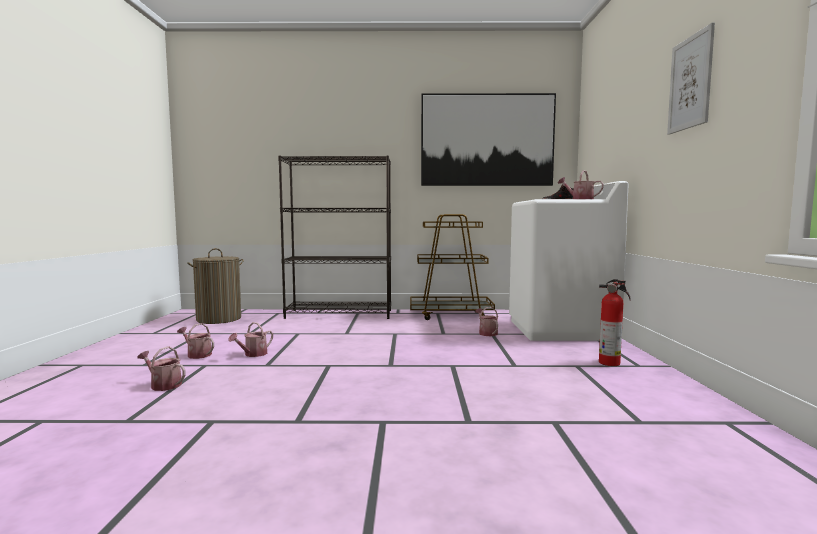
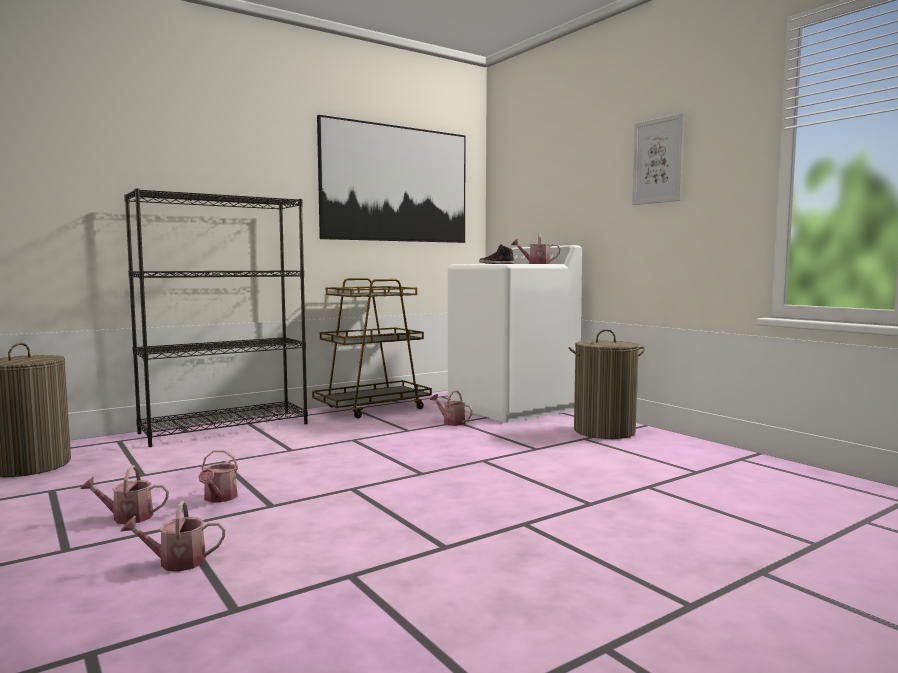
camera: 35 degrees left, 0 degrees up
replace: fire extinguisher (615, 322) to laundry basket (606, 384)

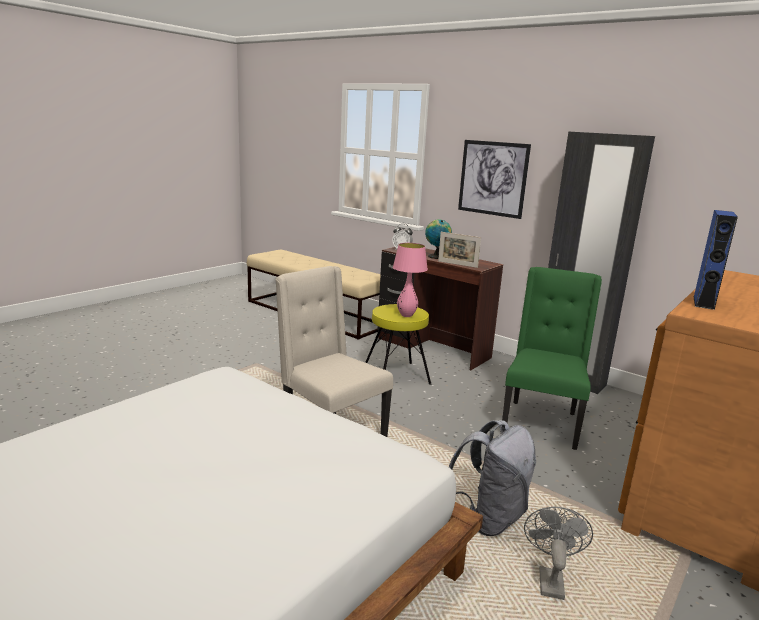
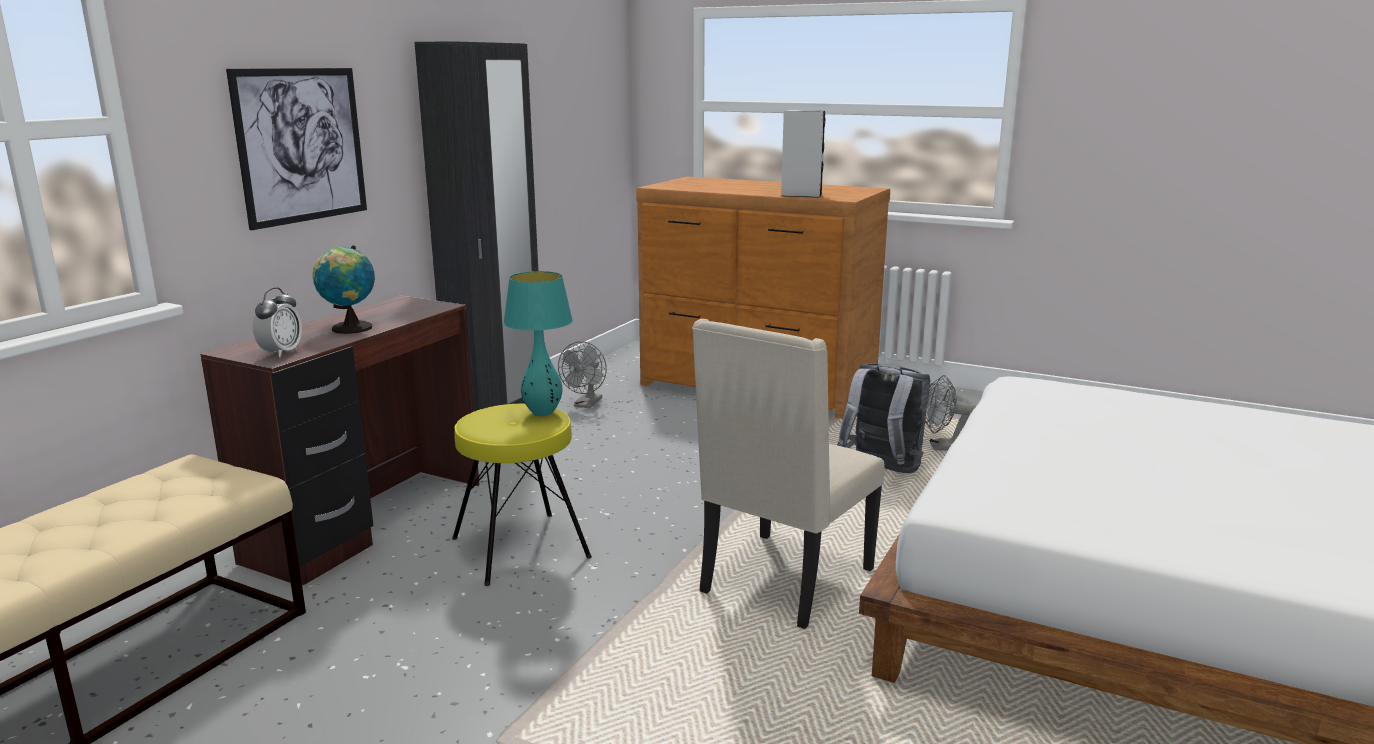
camera: 100 degrees left, 0 degrees up
delete: picture frame (459, 250); chair/green (552, 358)
insert: fan/grey (582, 374)
recolor: table lamp/pink (410, 280) to table lamp/turquoise (538, 343); speaker/blue (715, 260) to speaker/grey (803, 154)

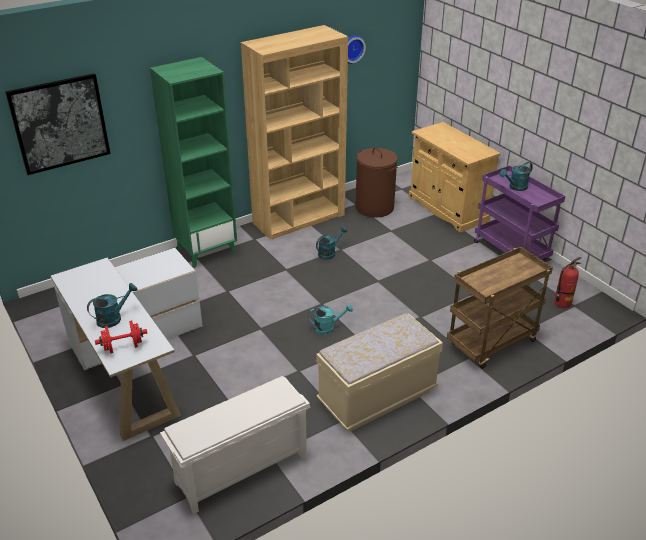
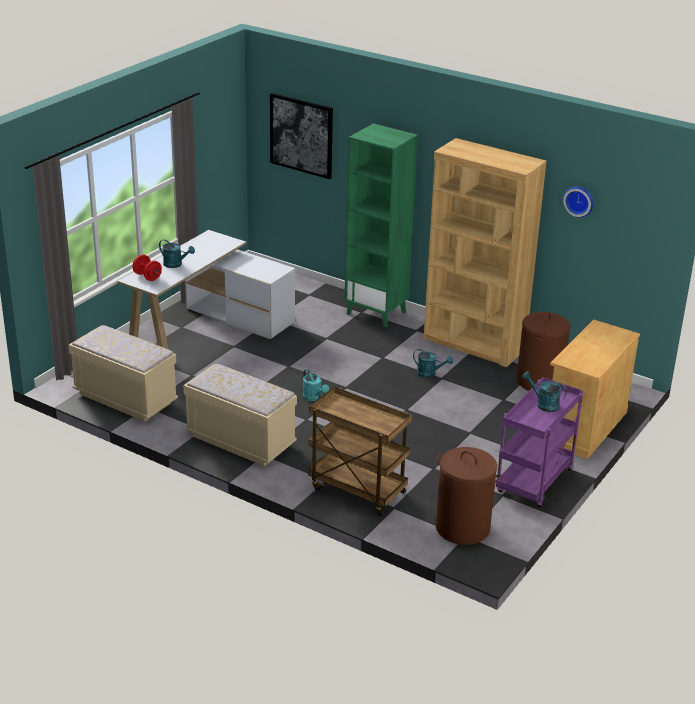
camera: 65 degrees right, 5 degrees down
replace: shoe rack/white (235, 445) to bench/beige (123, 373); fire extinguisher (567, 282) to laundry basket/brown (468, 496)

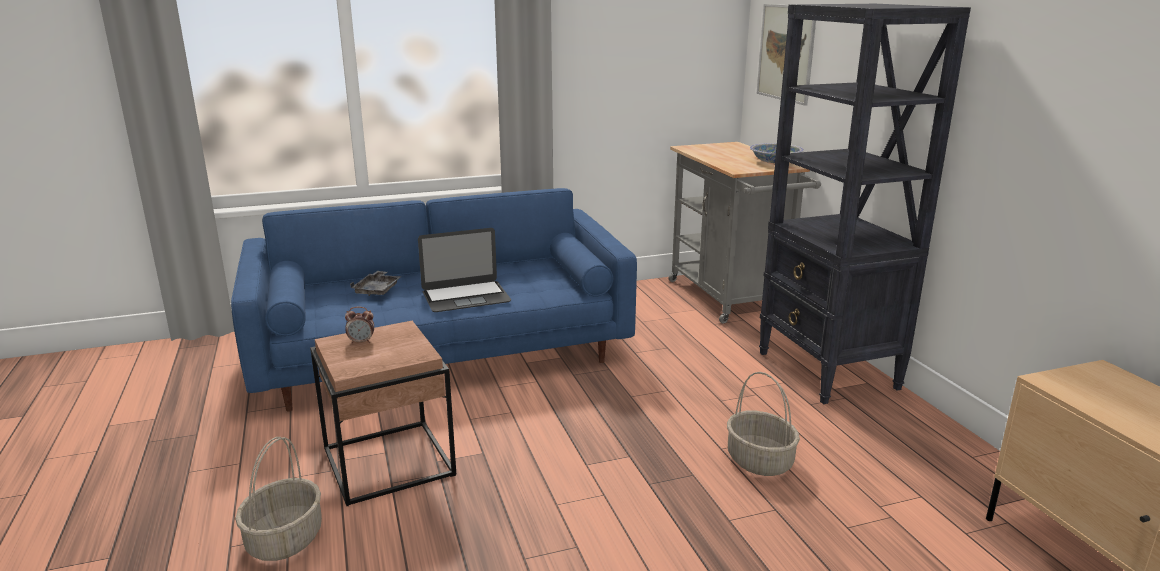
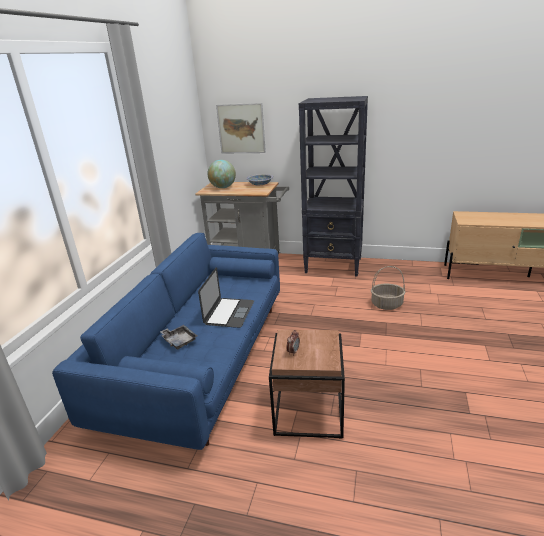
camera: 55 degrees left, 5 degrees up
delete: basket (278, 499)
insert: globe (222, 174)

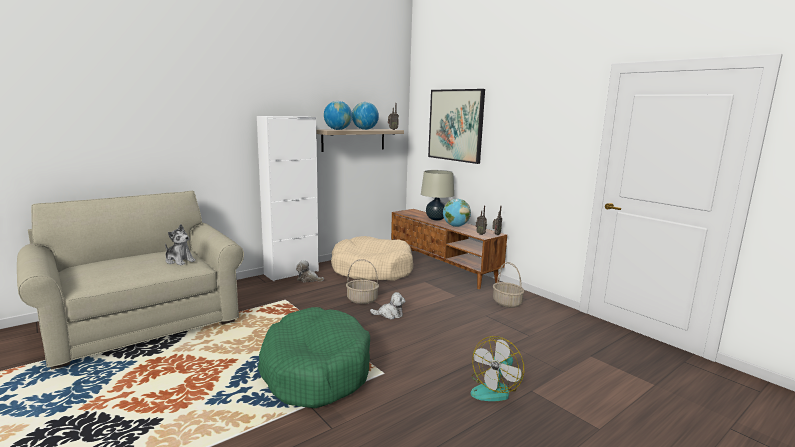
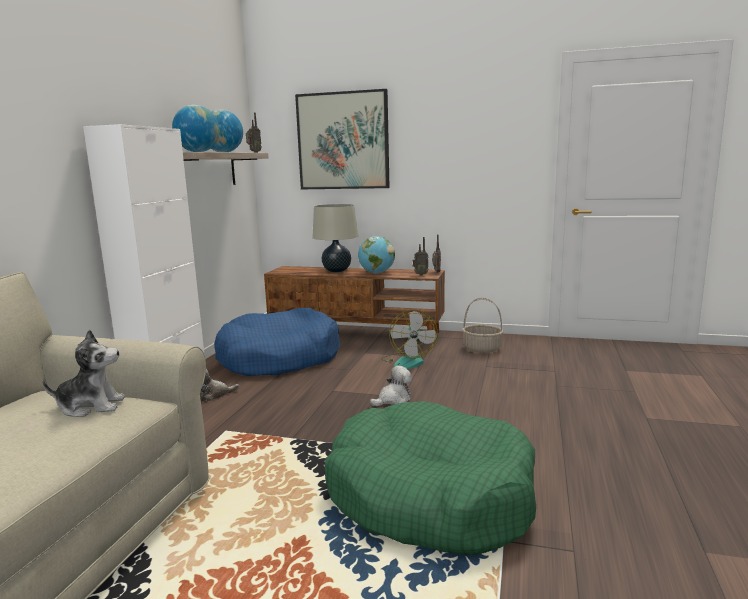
camera: 35 degrees left, 0 degrees up
delete: basket (362, 281)
move: fan (497, 368) to (409, 339)
recolor: dog bed/beige (372, 258) to dog bed/blue (277, 342)

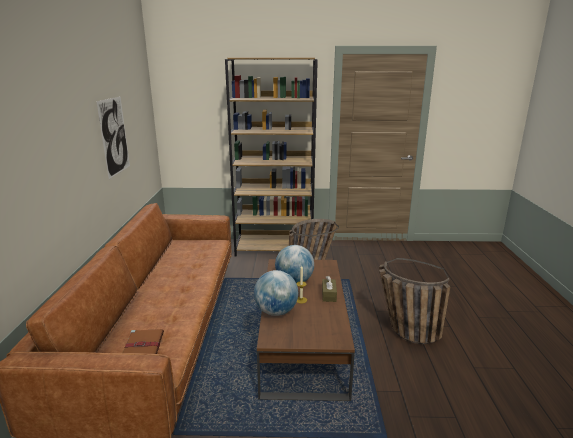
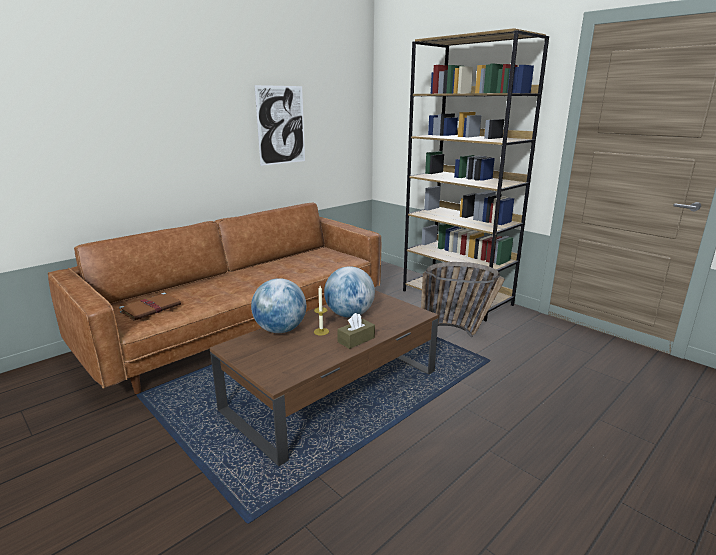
camera: 45 degrees right, 0 degrees up
delete: basket (415, 301)

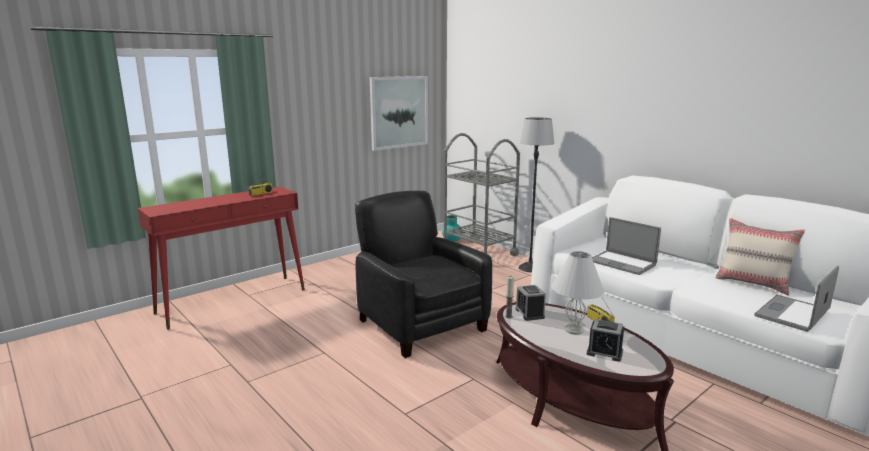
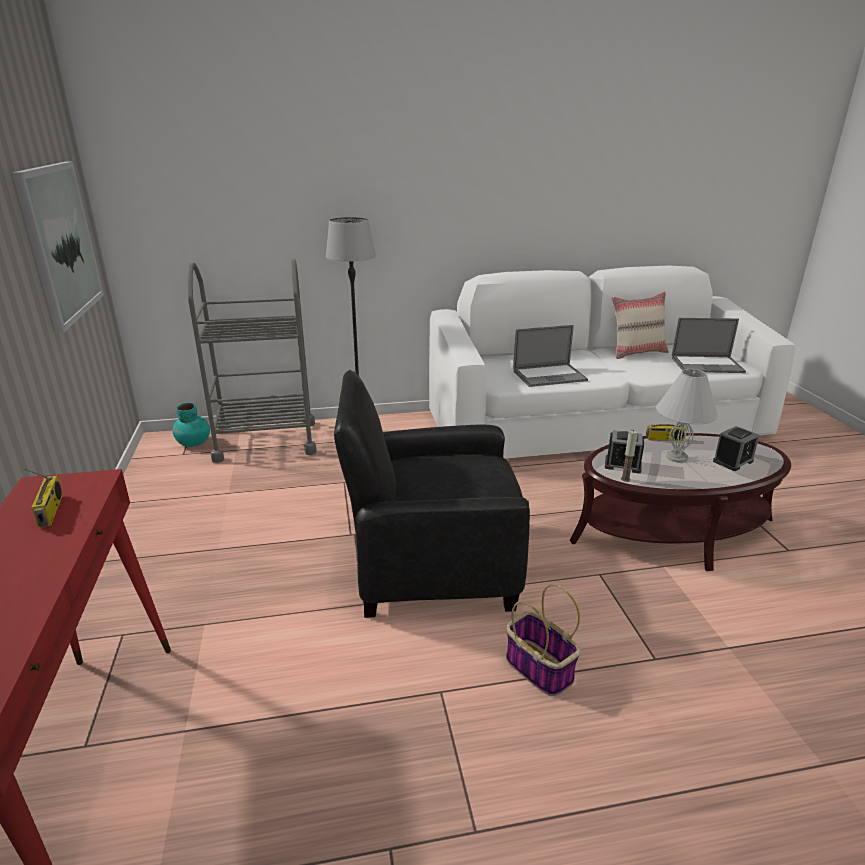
camera: 60 degrees left, 10 degrees up
insert: basket (543, 640)
rotate: laptop (796, 299) = (709, 345) 75 degrees counterclockwise

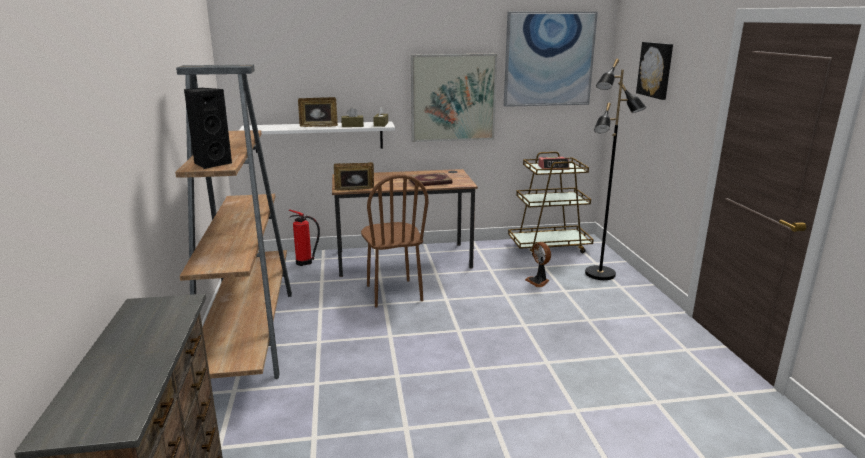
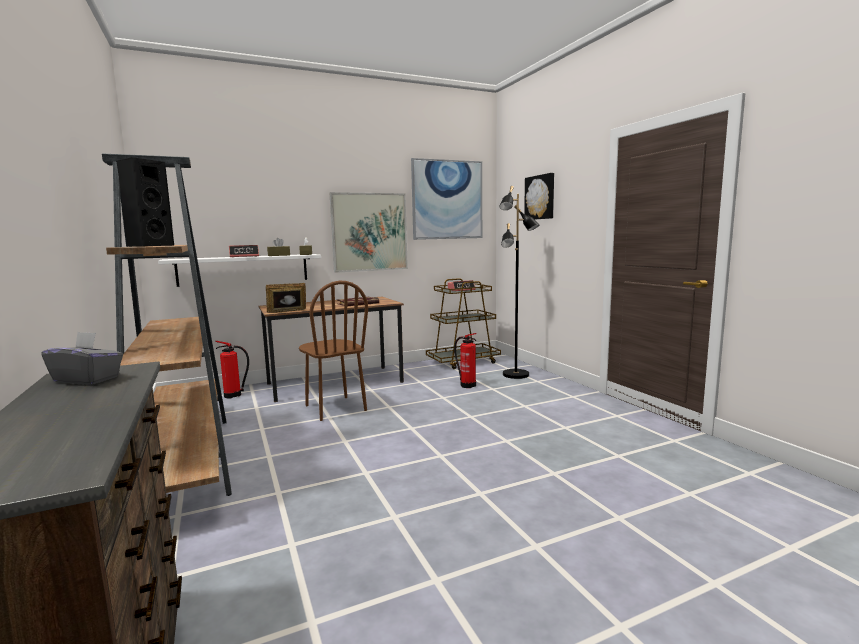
camera: 15 degrees left, 10 degrees down
insert: tissue box/grey (82, 358)
replace: picture frame (318, 112) to alarm clock (244, 251); fan (538, 264) to fire extinguisher (465, 360)

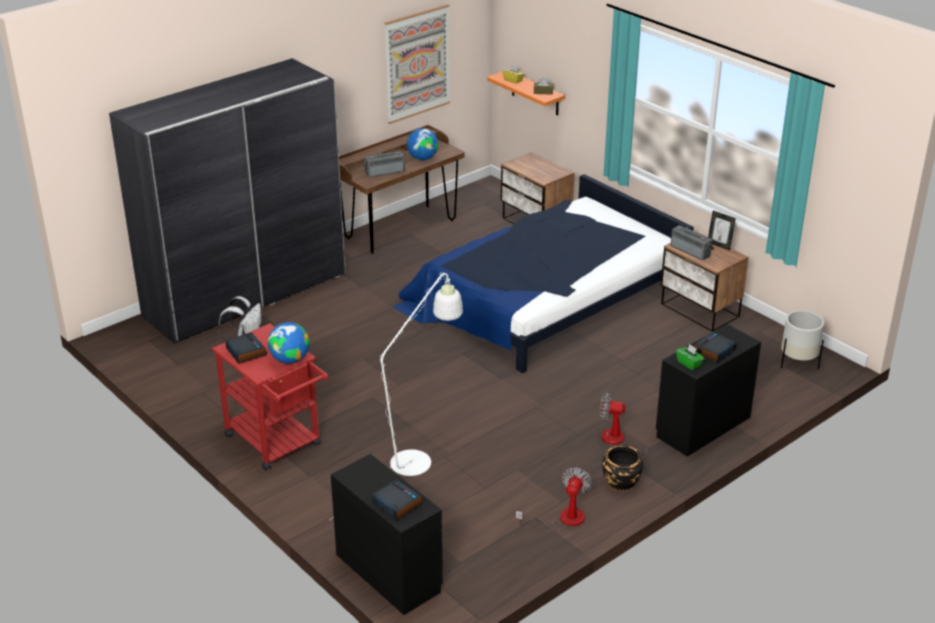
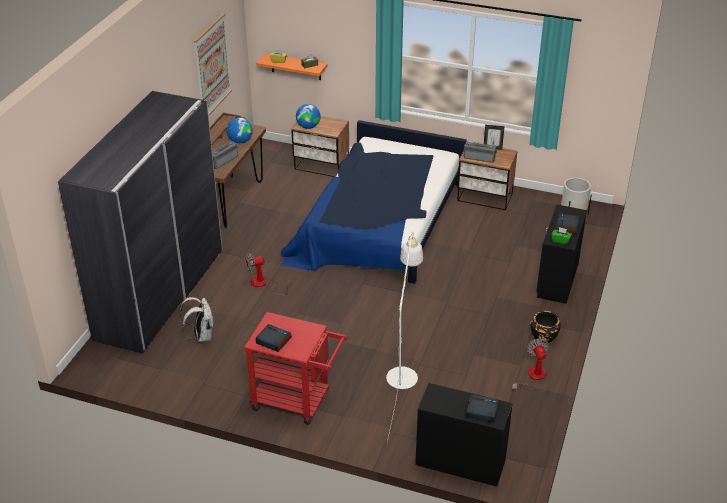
camera: 30 degrees left, 5 degrees up
move: fan (623, 423) to (268, 274); globe (289, 343) to (308, 116)

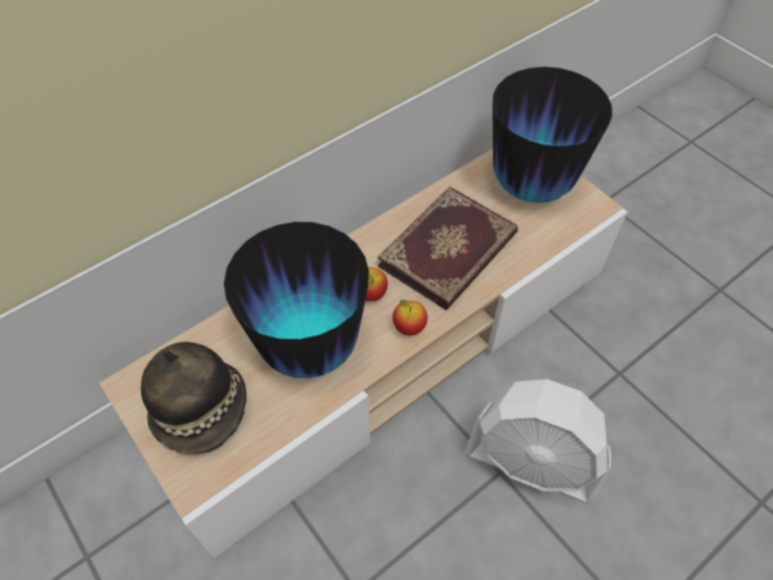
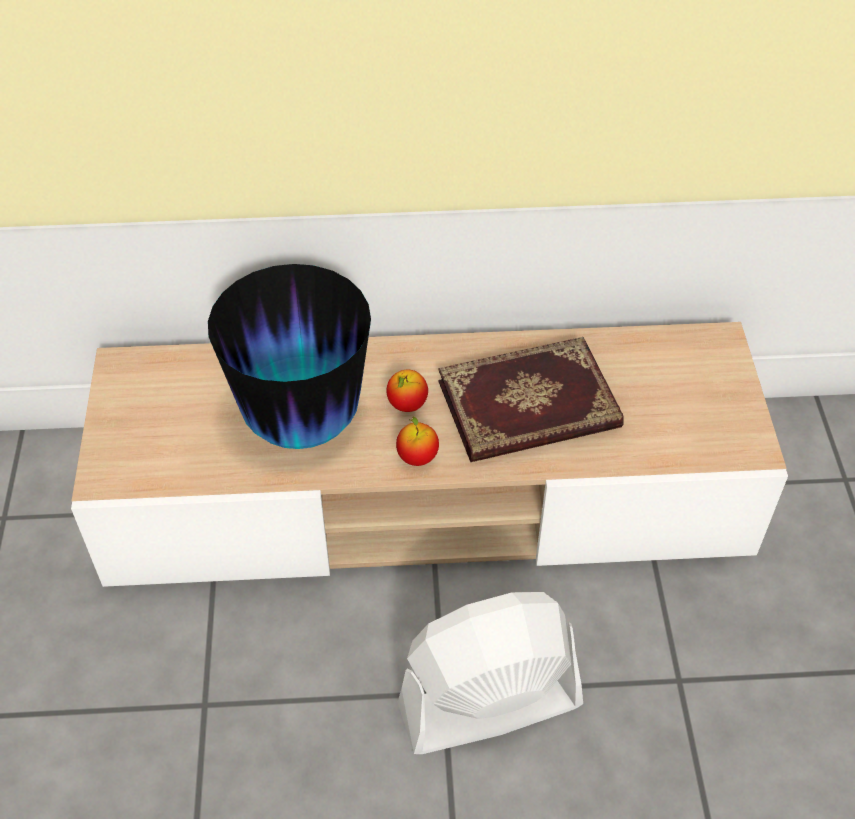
camera: 35 degrees right, 5 degrees down
delete: hat (194, 398); vase (552, 135)
rotate: fan/white (537, 442) = (490, 673) 105 degrees clockwise

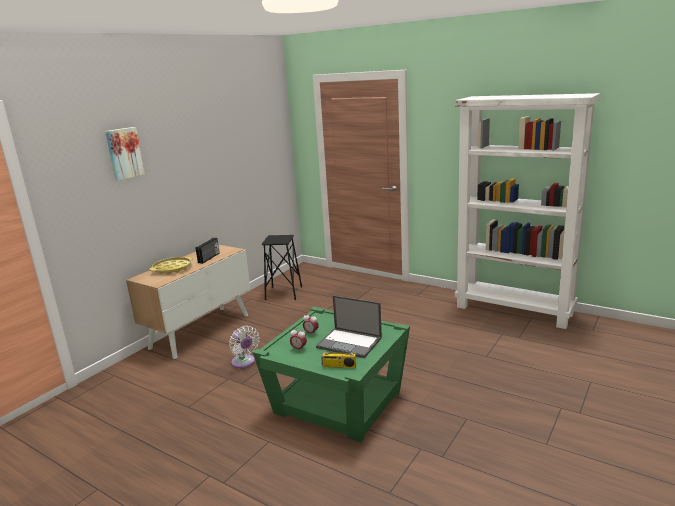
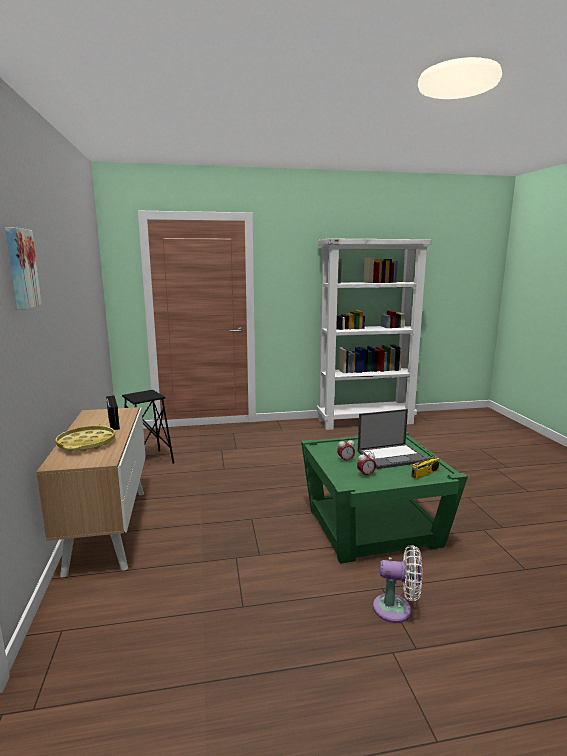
camera: 45 degrees left, 5 degrees down
move: fan/white (244, 347) to (397, 584)

